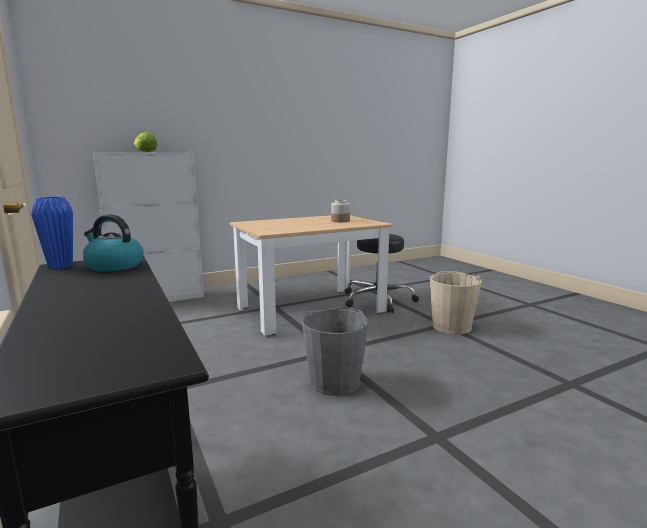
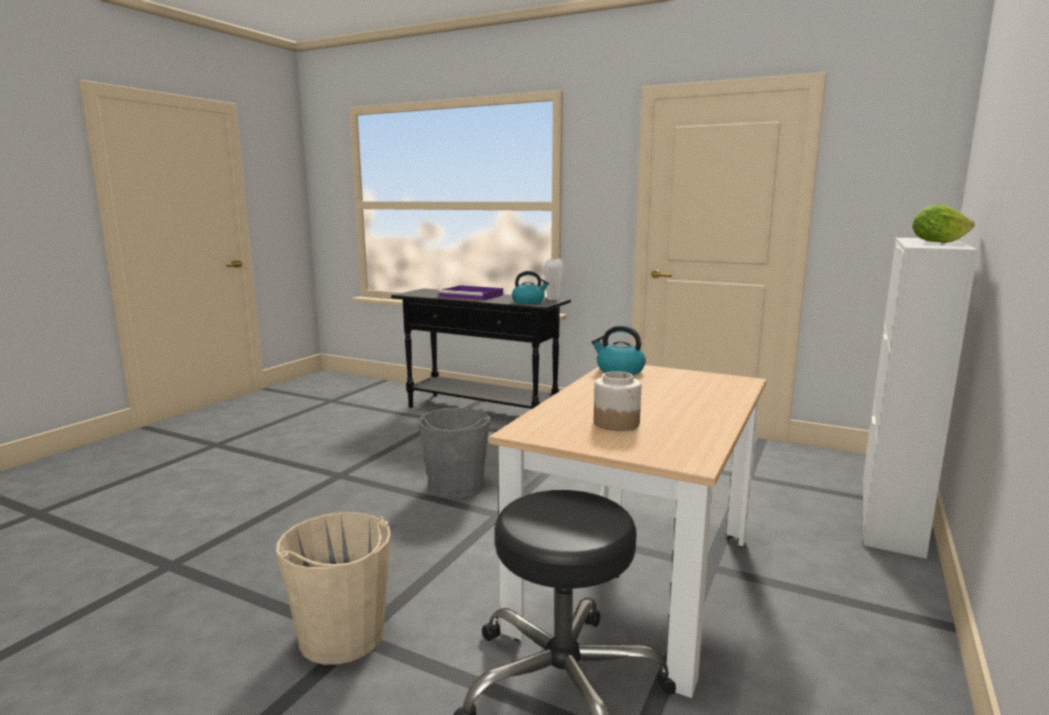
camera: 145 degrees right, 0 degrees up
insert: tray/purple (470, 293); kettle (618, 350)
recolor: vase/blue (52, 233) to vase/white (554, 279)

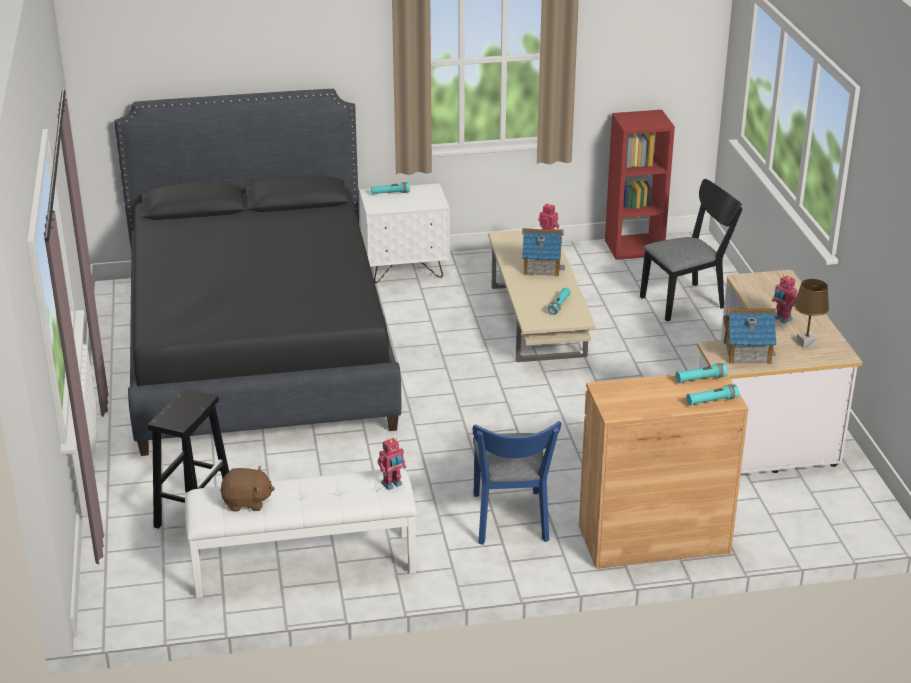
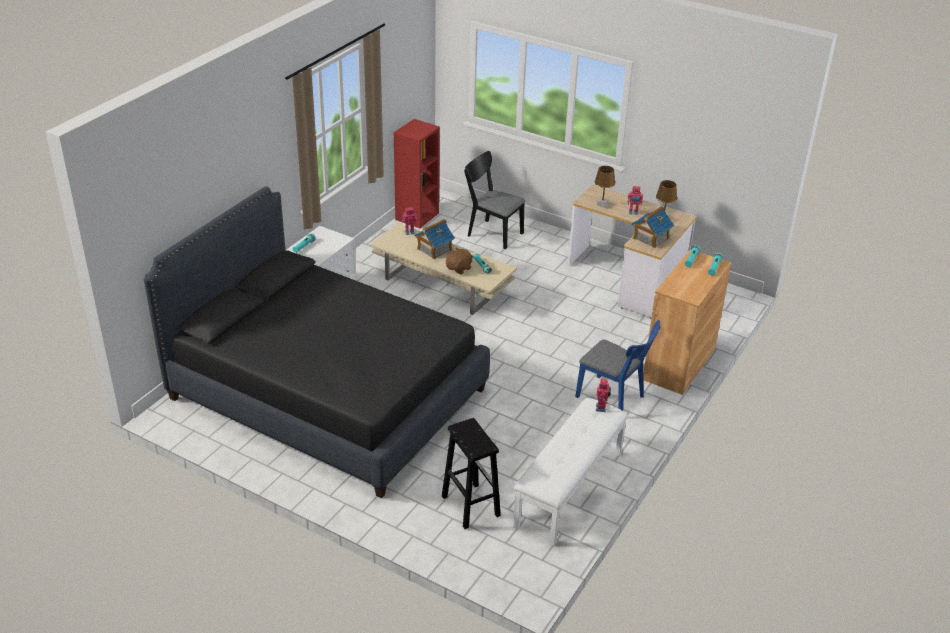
camera: 50 degrees left, 5 degrees up
insert: table lamp/brown (605, 187)
move: plush toy/brown (247, 488) to (459, 261)
rotate: chair/black (691, 250) = (494, 200) 75 degrees counterclockwise

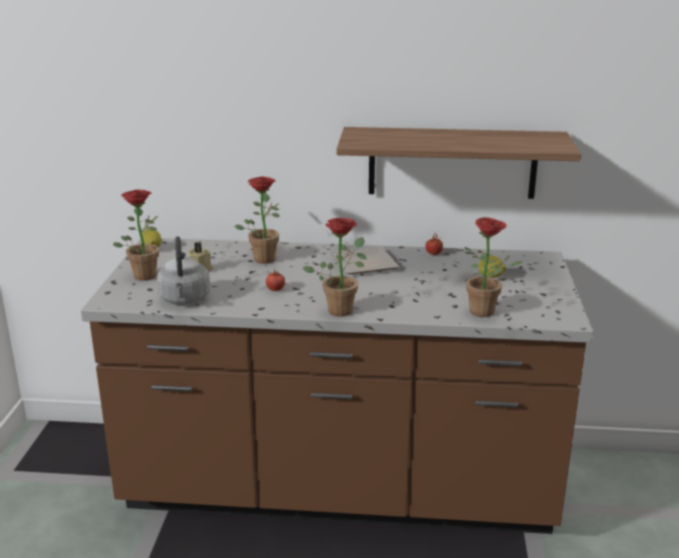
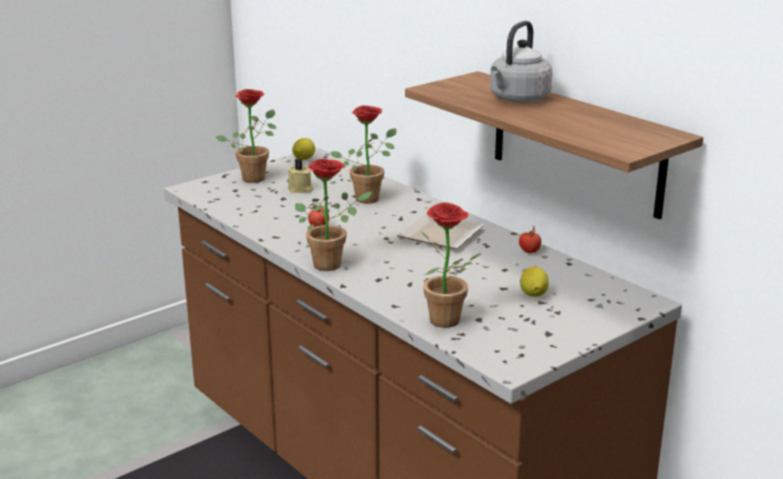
camera: 45 degrees right, 0 degrees up
move: kettle/grey (183, 270) to (521, 62)

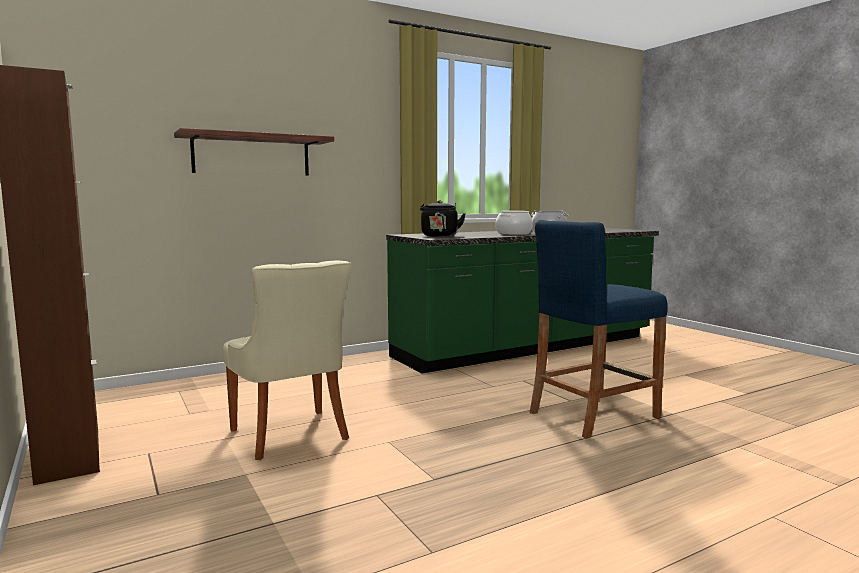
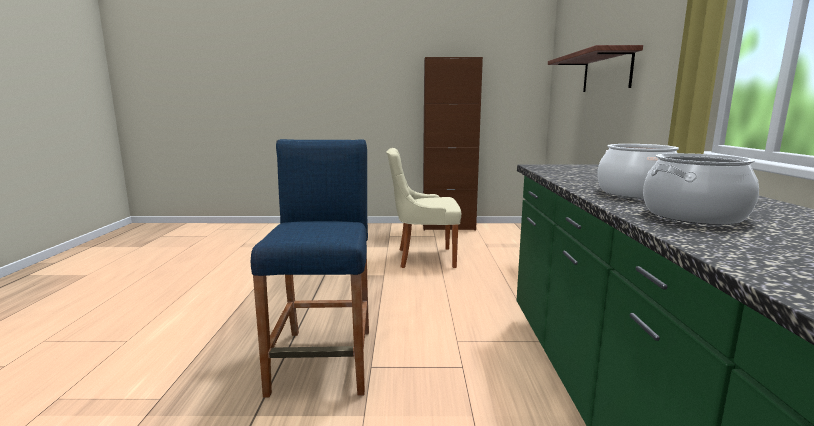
camera: 120 degrees right, 5 degrees up
delete: kettle/black (443, 218)

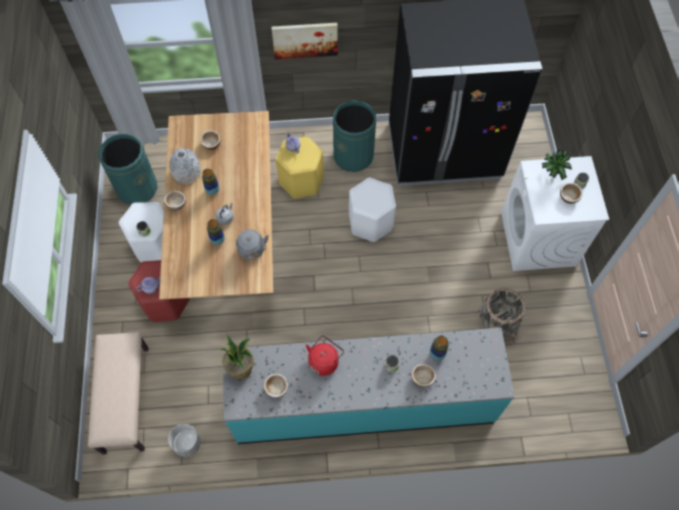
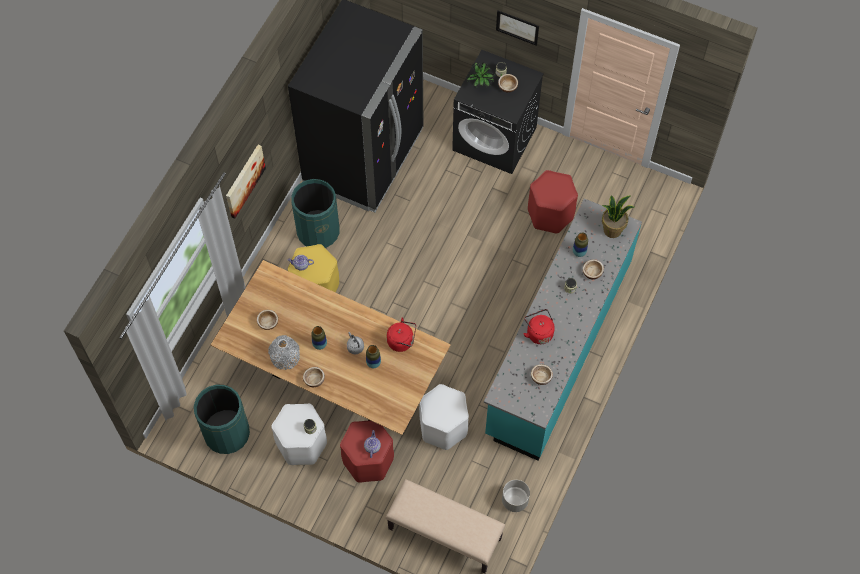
camera: 60 degrees left, 0 degrees up
insert: picture (517, 28)
move: stool/white (372, 210) to (444, 417); potted plant (237, 357) to (618, 216)
replace: basket (500, 312) to stool/red (553, 201)
recolor: kettle/grey (252, 244) to kettle/red (401, 334); washing machine/white (555, 213) to washing machine/black (498, 112)

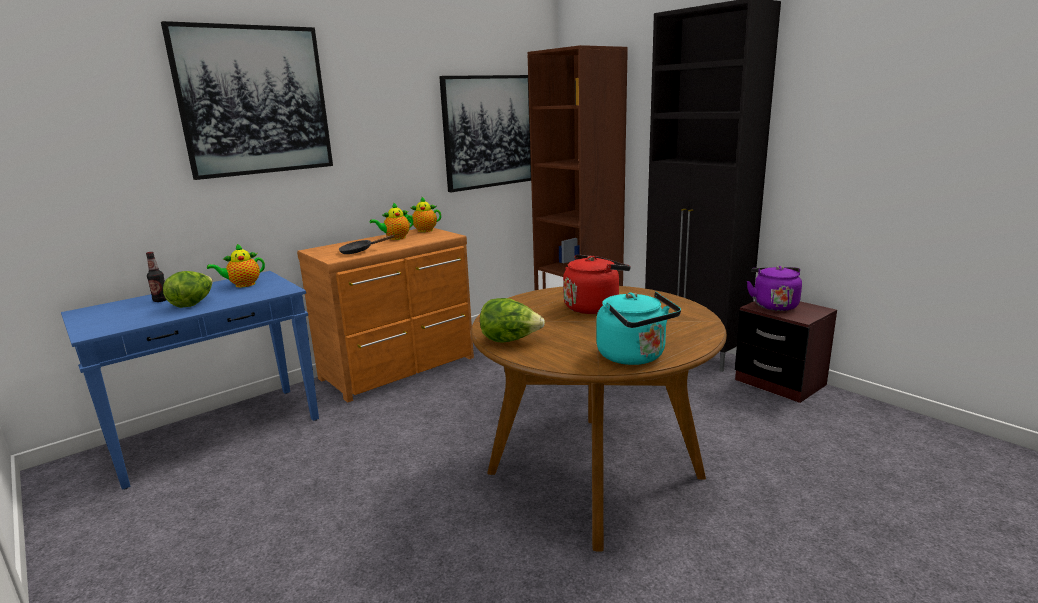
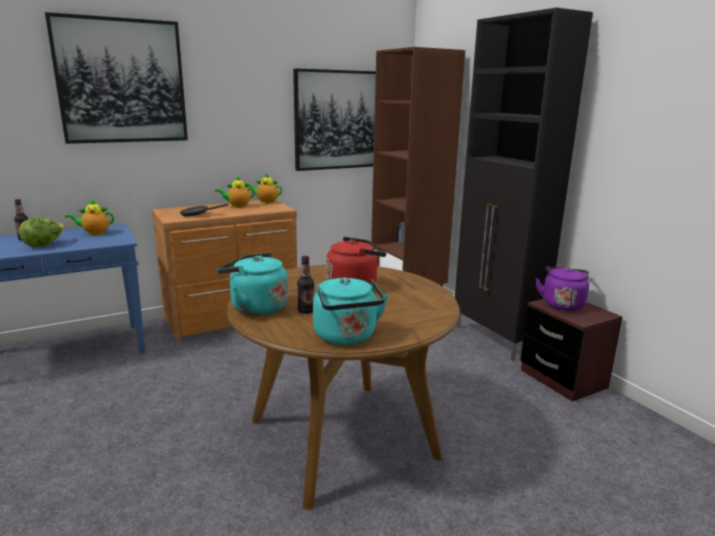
camera: 10 degrees right, 0 degrees up
insert: bottle (305, 285)
replace: lettuce (512, 320) to kettle/turquoise (252, 284)

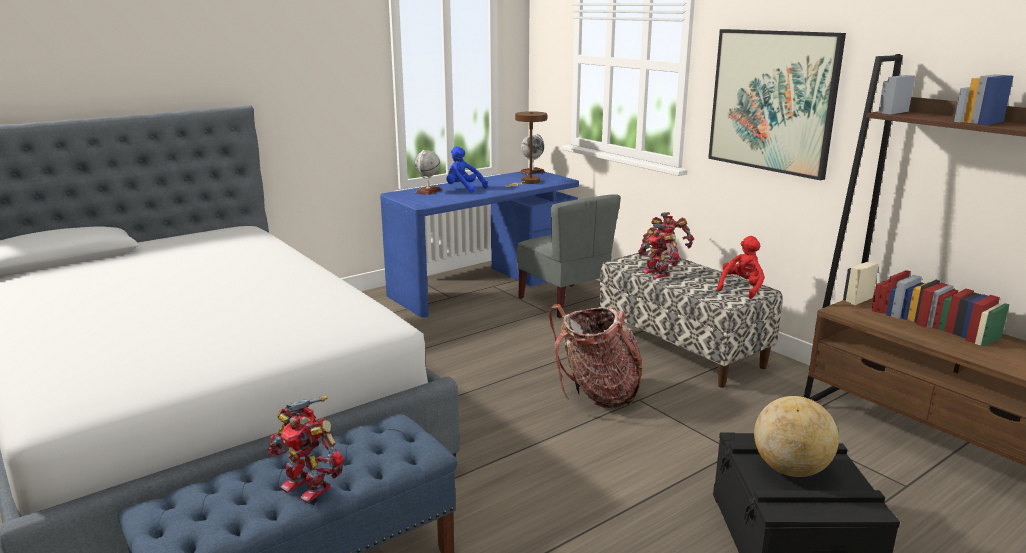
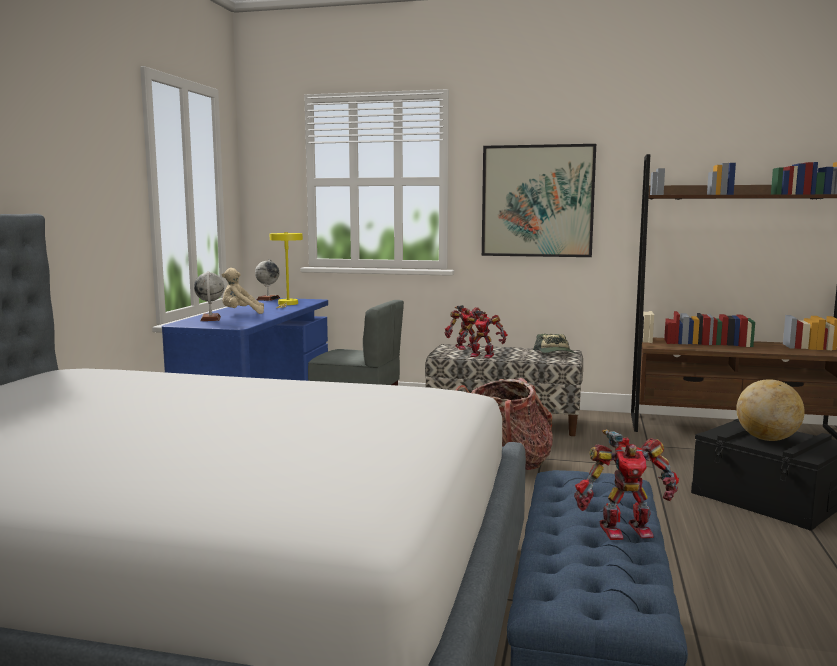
camera: 40 degrees left, 10 degrees down
replace: plush toy/red (741, 267) to cap (554, 343)
recolor: plush toy/blue (467, 169) to plush toy/beige (243, 291); table lamp/brown (526, 149) to table lamp/yellow (286, 270)

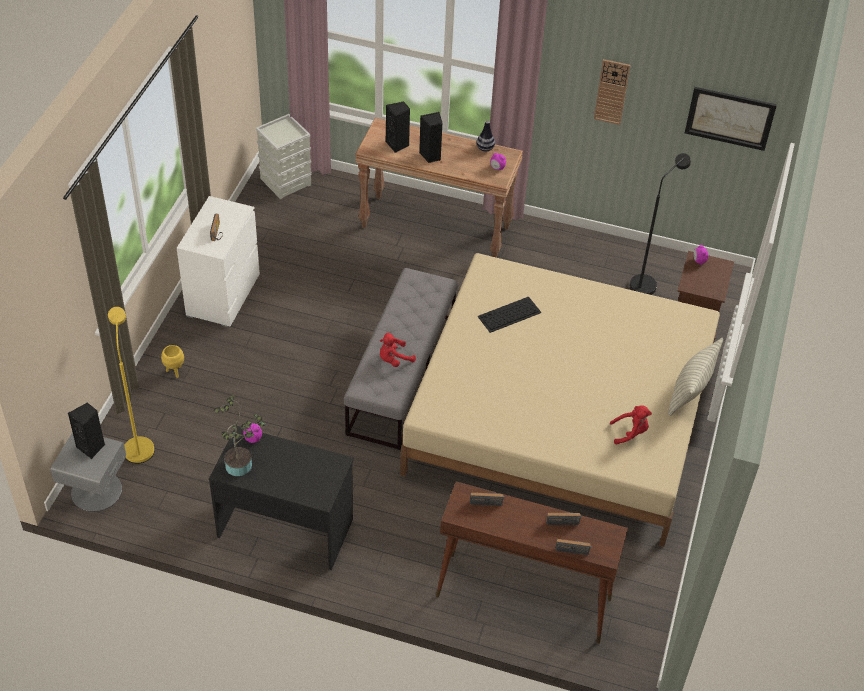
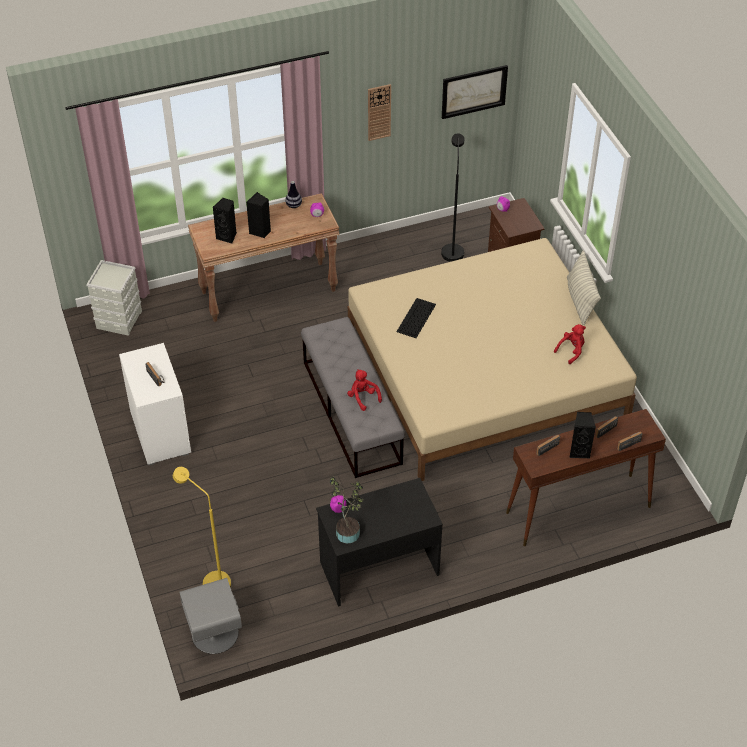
camera: 35 degrees left, 0 degrees up
delete: planter/yellow (172, 361)
move: speaker/black (86, 431) to (582, 435)
rotate: plush toy/red (398, 350) = (364, 390) 120 degrees clockwise

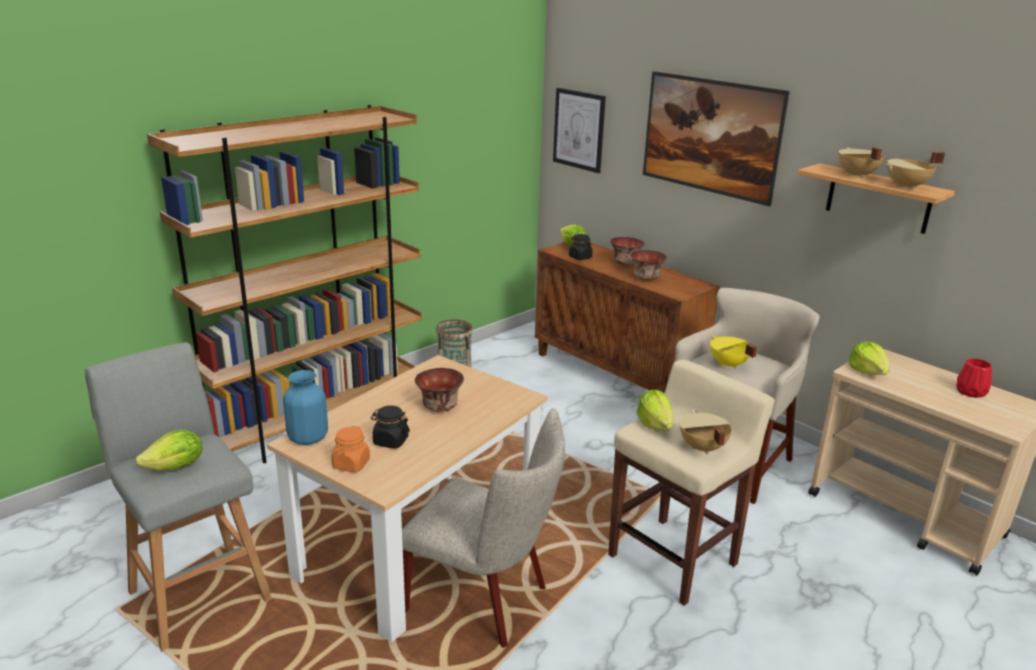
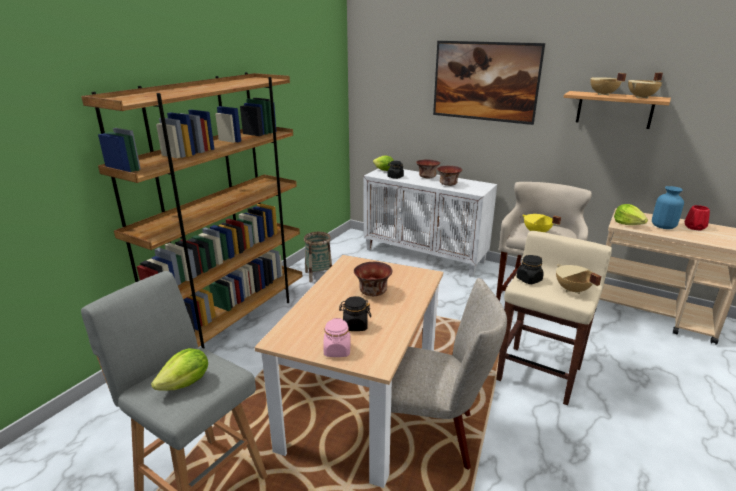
camera: 15 degrees left, 0 degrees up
delete: picture (579, 130)
move: vase/blue (305, 407) to (668, 207)
replace: lettuce (655, 410) to jar/black (530, 269)
recolor: jar/orange (350, 449) to jar/pink (336, 337); cabinet/brown (627, 317) to cabinet/white (430, 222)

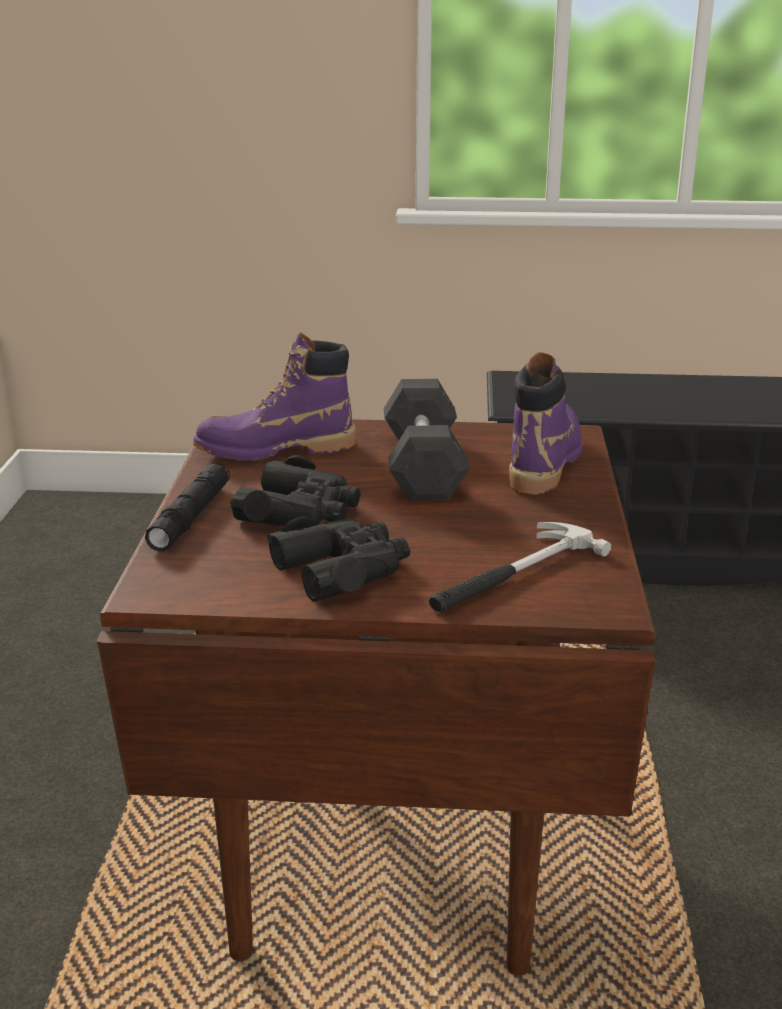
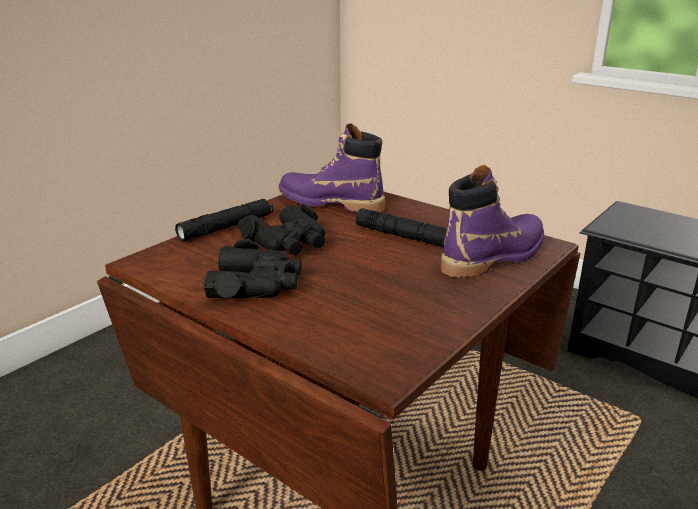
camera: 35 degrees right, 0 degrees up
delete: hammer (520, 567)
replace: dumbbell/grey (427, 440) to flashlight/black (401, 227)

